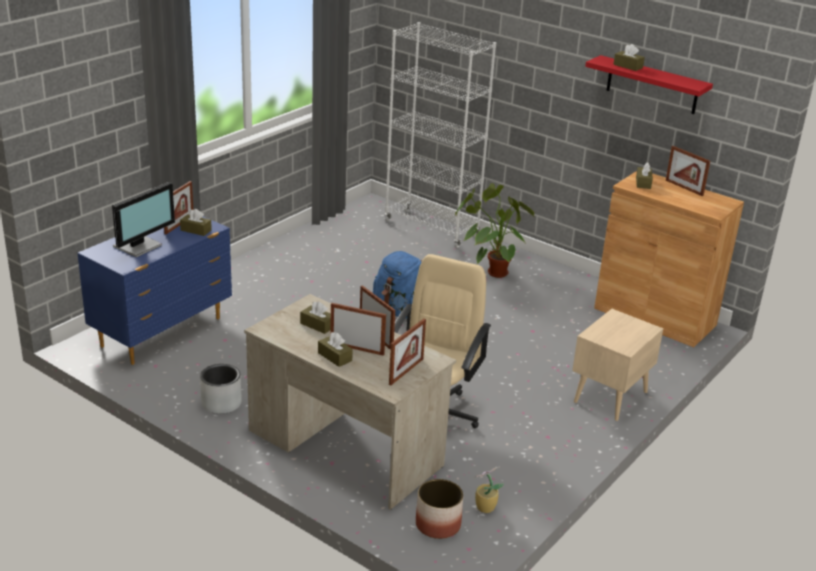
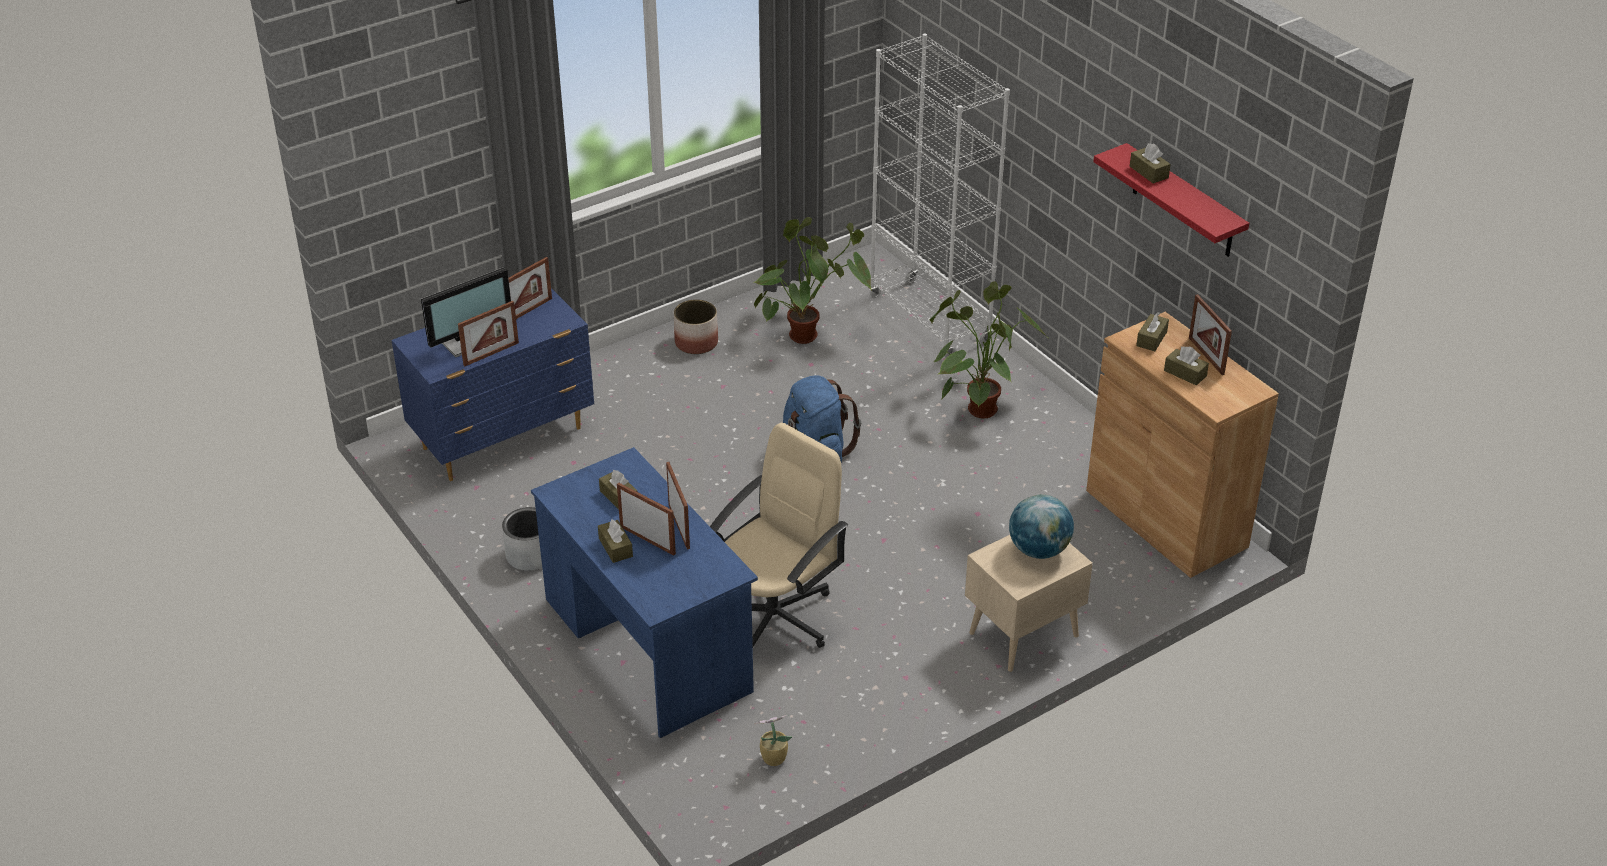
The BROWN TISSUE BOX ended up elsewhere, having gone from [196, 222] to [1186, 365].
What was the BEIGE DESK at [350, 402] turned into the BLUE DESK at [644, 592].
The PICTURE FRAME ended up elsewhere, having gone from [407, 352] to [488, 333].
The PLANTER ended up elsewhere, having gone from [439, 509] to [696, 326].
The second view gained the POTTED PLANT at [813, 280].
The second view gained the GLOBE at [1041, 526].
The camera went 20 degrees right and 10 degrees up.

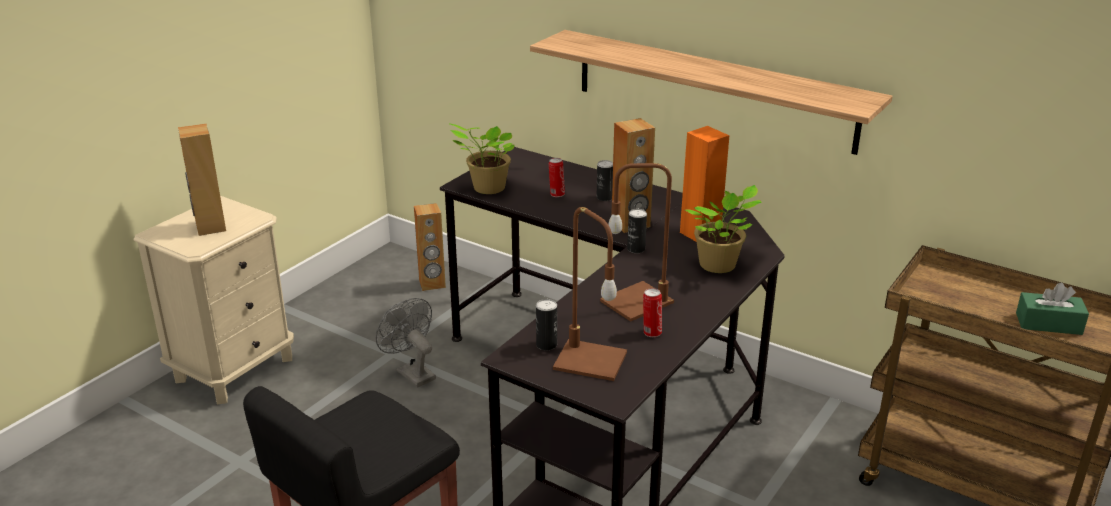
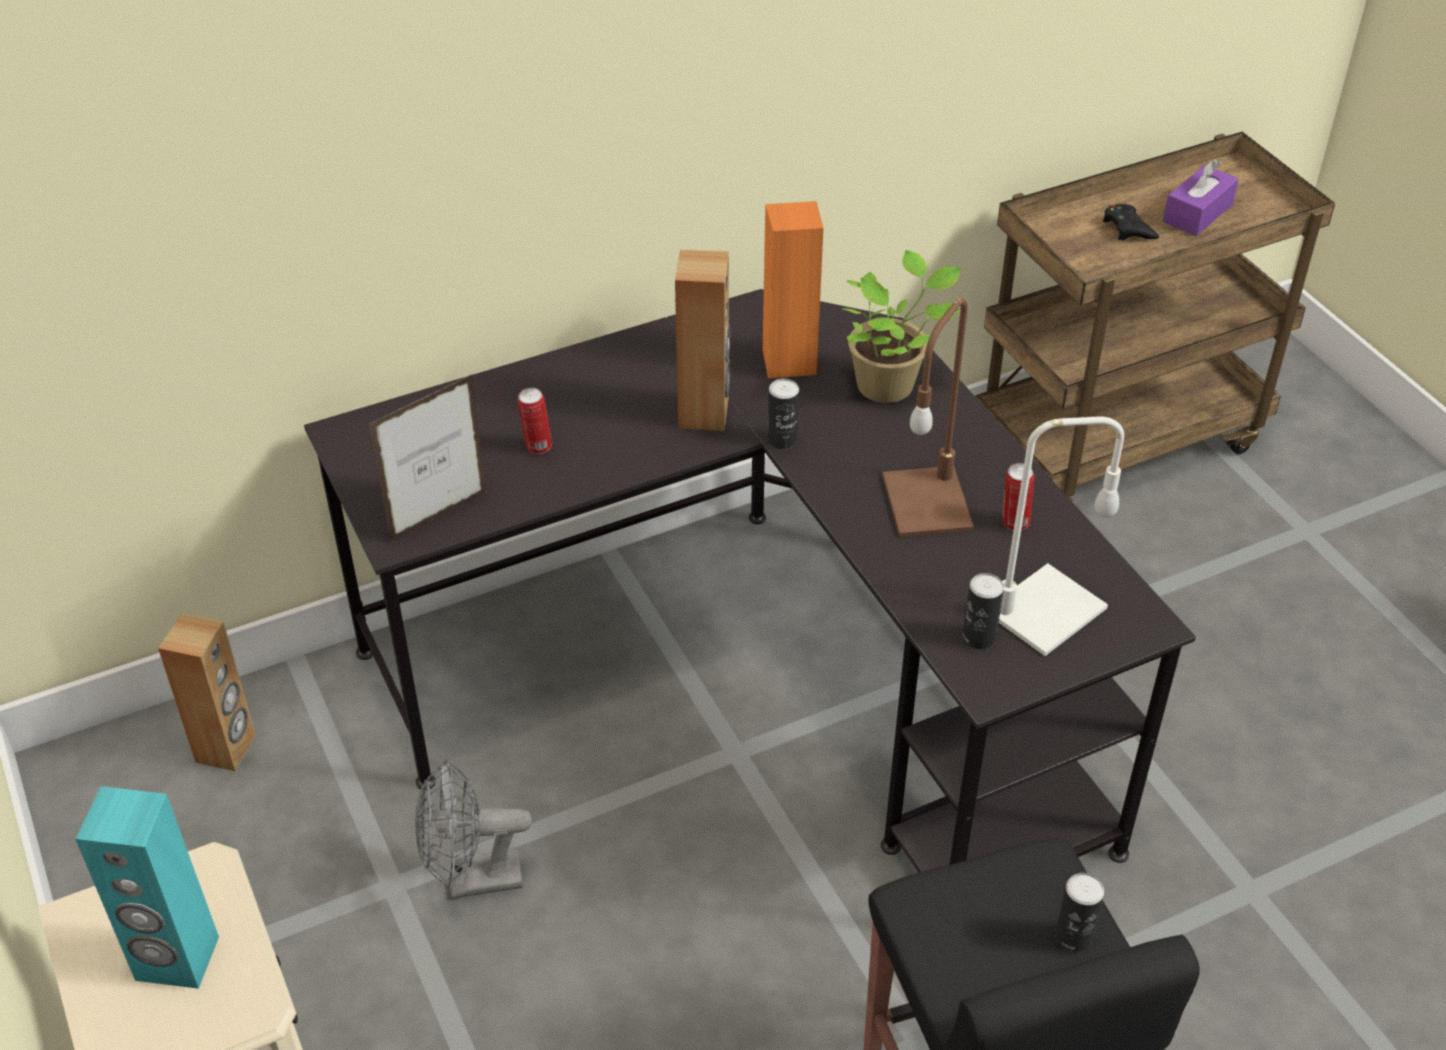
What was the BROWN SPEAKER at [202, 180] turned into the TURQUOISE SPEAKER at [147, 887].
Where the POTTED PLANT stood at [482, 158], the PICTURE FRAME came to stand at [428, 457].
The second view lost the SHELF at [711, 92].
What was the BROWN TABLE LAMP at [590, 294] turned into the WHITE TABLE LAMP at [1061, 536].
The CAN ended up elsewhere, having gone from [605, 180] to [1079, 912].
What was the GREEN TISSUE BOX at [1052, 309] turned into the PURPLE TISSUE BOX at [1201, 197].
The second view gained the BLACK GAME CONTROLLER at [1131, 222].
The camera went 60 degrees left and 15 degrees up.

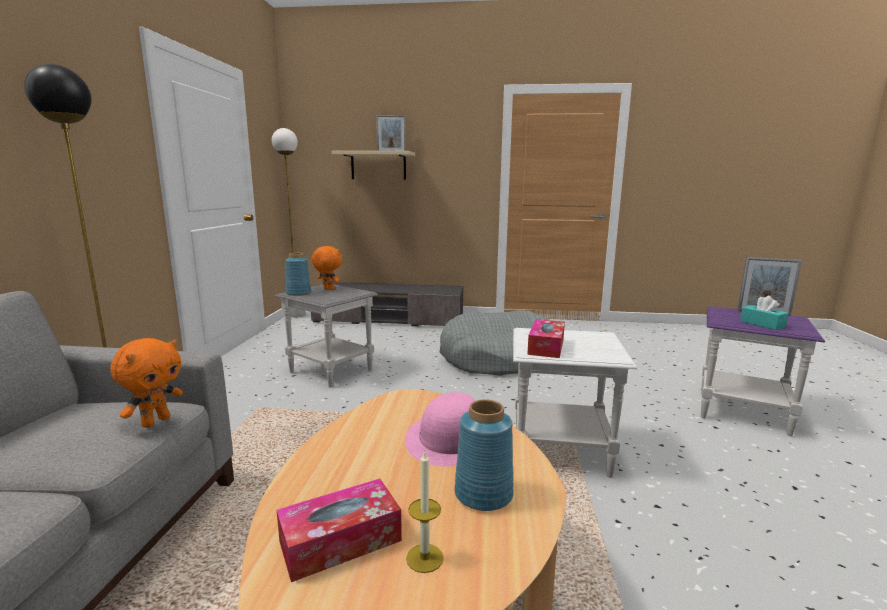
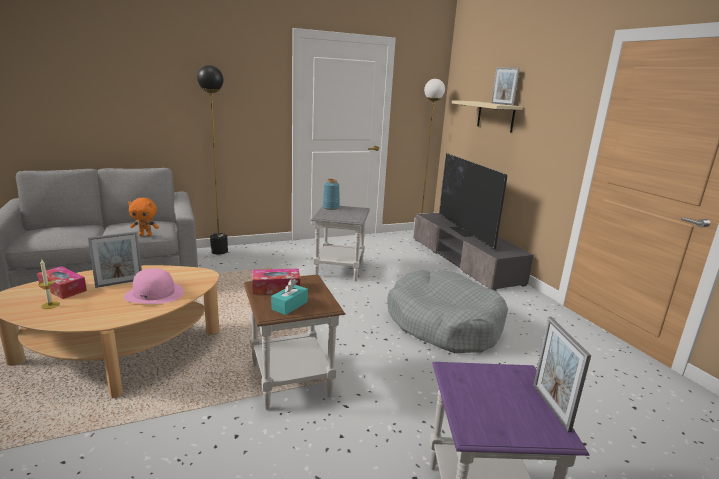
The second view lost the ORANGE PLUSH TOY at [327, 268].
The second view lost the BLUE VASE at [484, 455].
What was the WHITE SIDE TABLE at [575, 403] turned into the BROWN SIDE TABLE at [294, 342].
The TURQUOISE TISSUE BOX ended up elsewhere, having gone from [764, 313] to [289, 297].
The second view gained the PICTURE FRAME at [115, 259].
The second view gained the TELEVISION at [473, 201].
The camera went 60 degrees right and 5 degrees up.

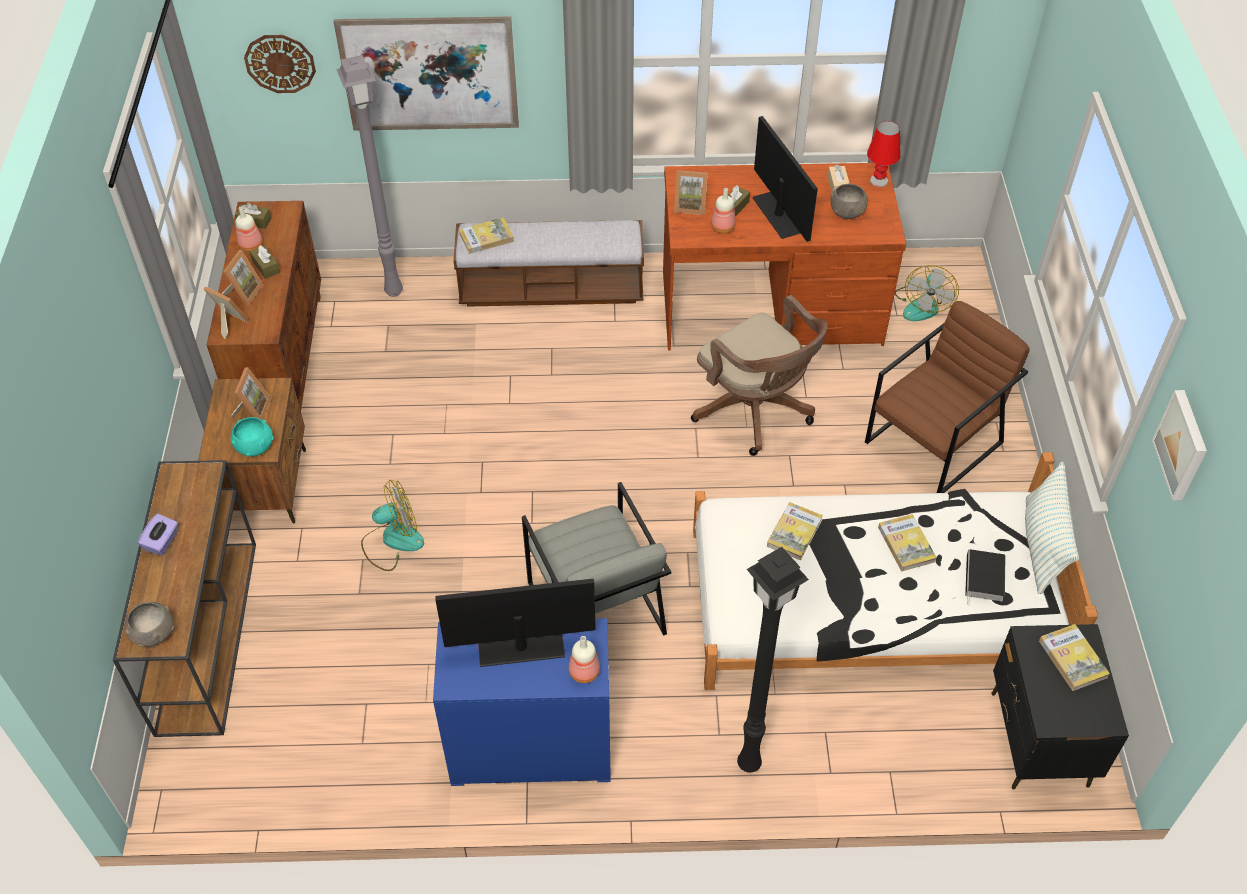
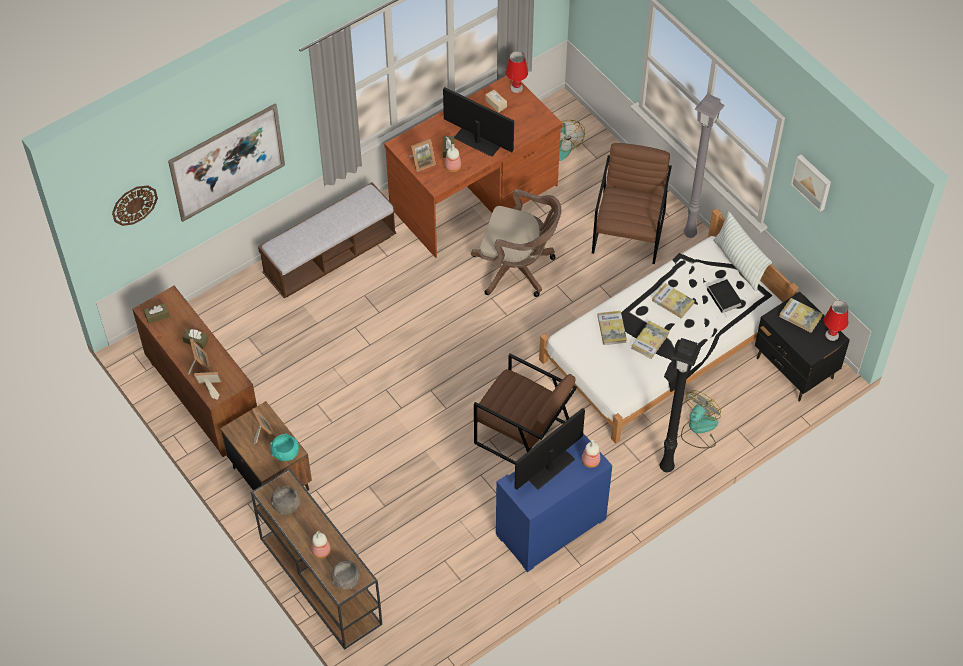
The second view lost the PURPLE TISSUE BOX at [158, 534].
The BOTTLE ended up elsewhere, having gone from [249, 229] to [321, 544].
The GREY FLOOR LAMP ended up elsewhere, having gone from [369, 176] to [704, 165].
The FAN ended up elsewhere, having gone from [392, 525] to [701, 419].
The BOOK ended up elsewhere, having gone from [486, 235] to [650, 340].
What was the GREY ARMCHAIR at [596, 559] turned into the BROWN ARMCHAIR at [525, 409].
The GREY BOWL ended up elsewhere, having gone from [849, 201] to [285, 500].
The second view gained the RED TABLE LAMP at [836, 320].
The camera went 35 degrees left and 5 degrees up.

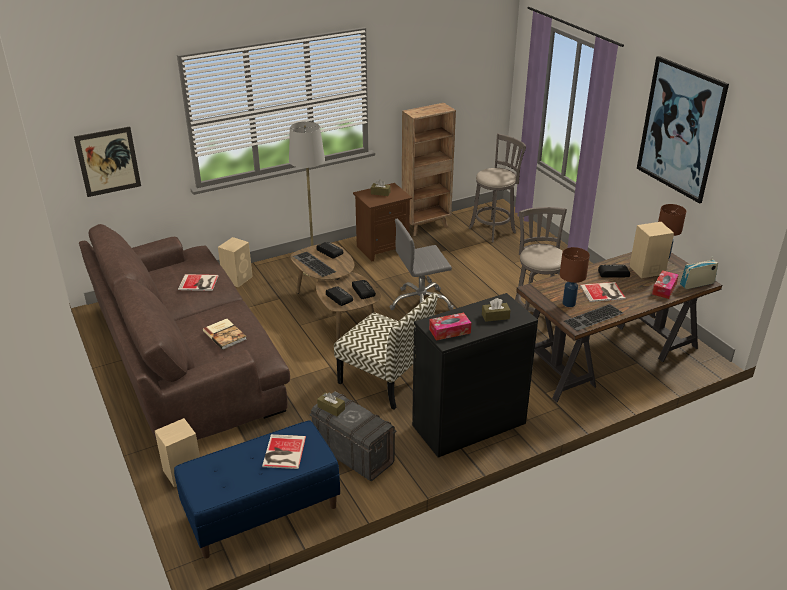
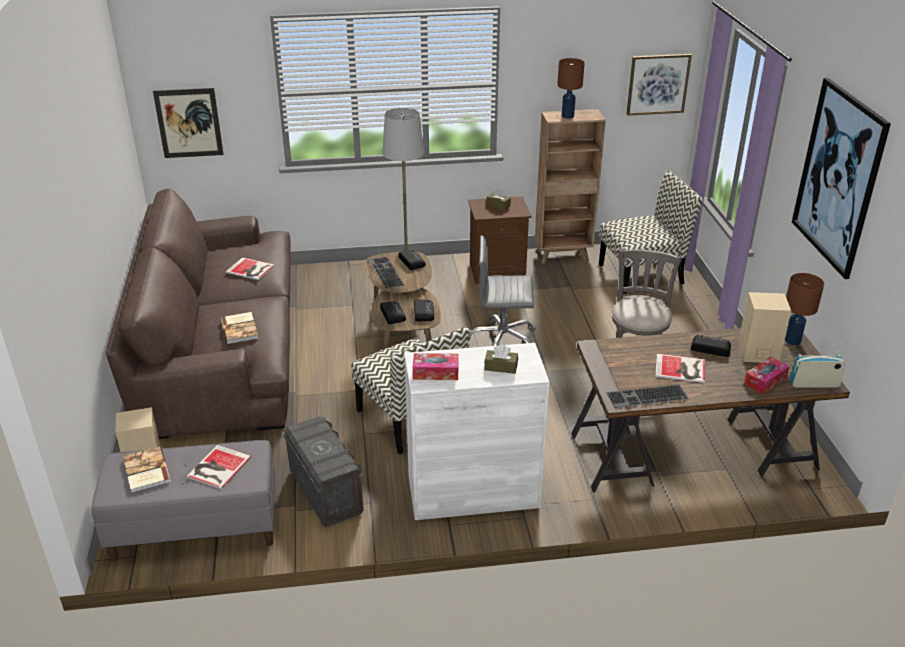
What was the BLUE BENCH at [257, 489] turned into the GREY BENCH at [183, 500].
The second view lost the BEIGE SPEAKER at [235, 262].
The second view lost the BROWN TISSUE BOX at [331, 404].
What was the BLACK CABINET at [475, 375] turned into the WHITE CABINET at [477, 431].
Where the GREY STOOL stood at [497, 187], the CHAIR came to stand at [651, 232].
The BROWN TABLE LAMP ended up elsewhere, having gone from [575, 277] to [571, 88].
The second view gained the BOOK at [147, 469].
The second view gained the PICTURE at [659, 85].
The camera went 20 degrees right and 0 degrees up.

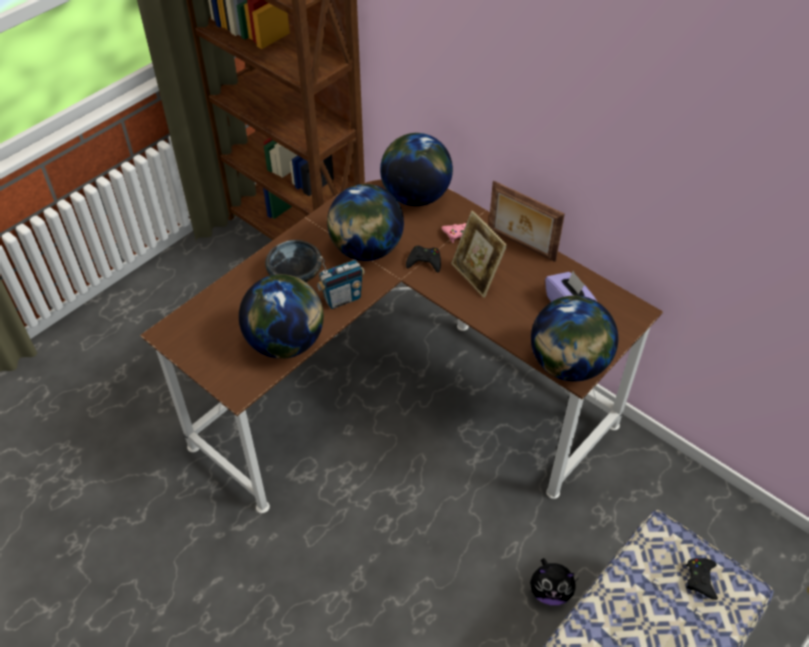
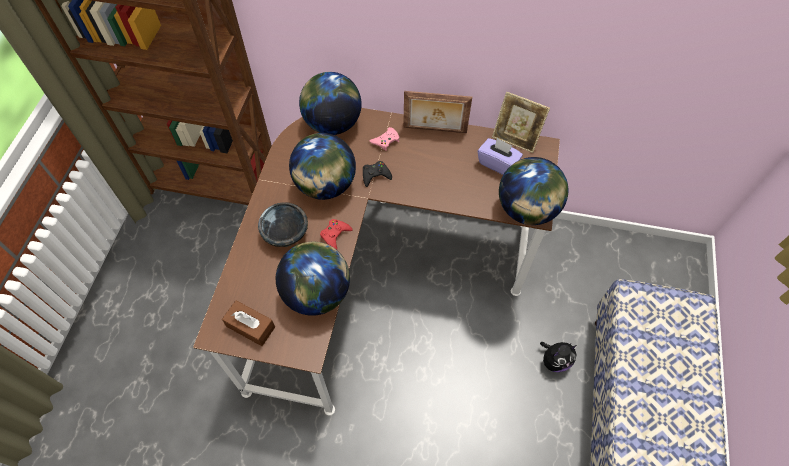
Where the RADIO stood at [341, 282], the RED GAME CONTROLLER came to stand at [336, 234].
The PICTURE FRAME ended up elsewhere, having gone from [479, 254] to [521, 122].
The second view lost the BLACK GAME CONTROLLER at [702, 579].
The second view gained the BROWN TISSUE BOX at [248, 323].
The camera went 30 degrees left and 10 degrees up.

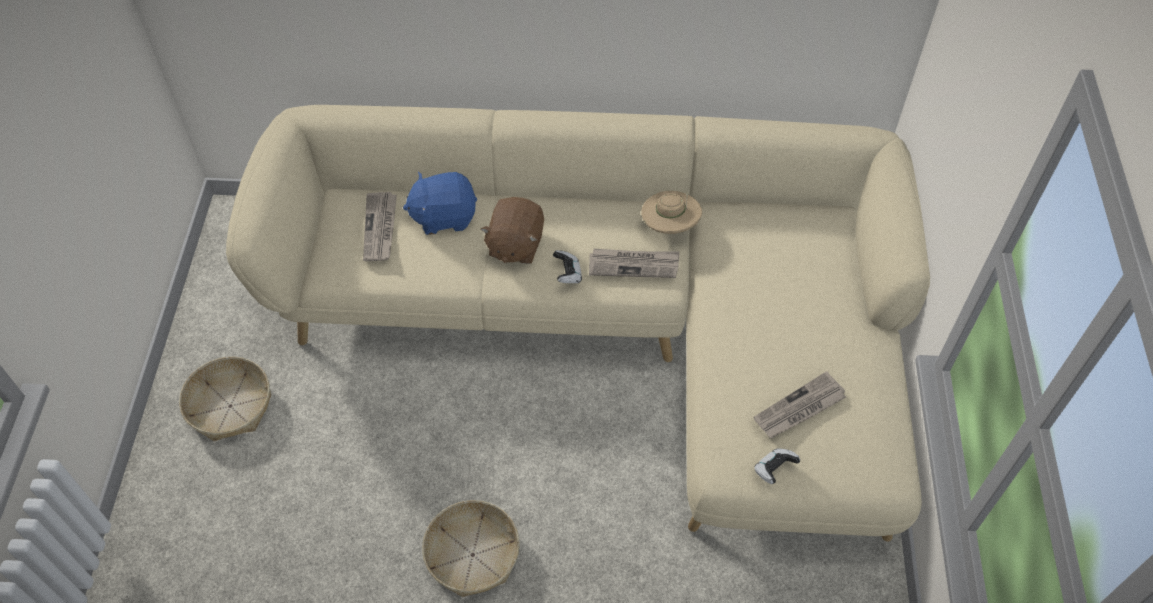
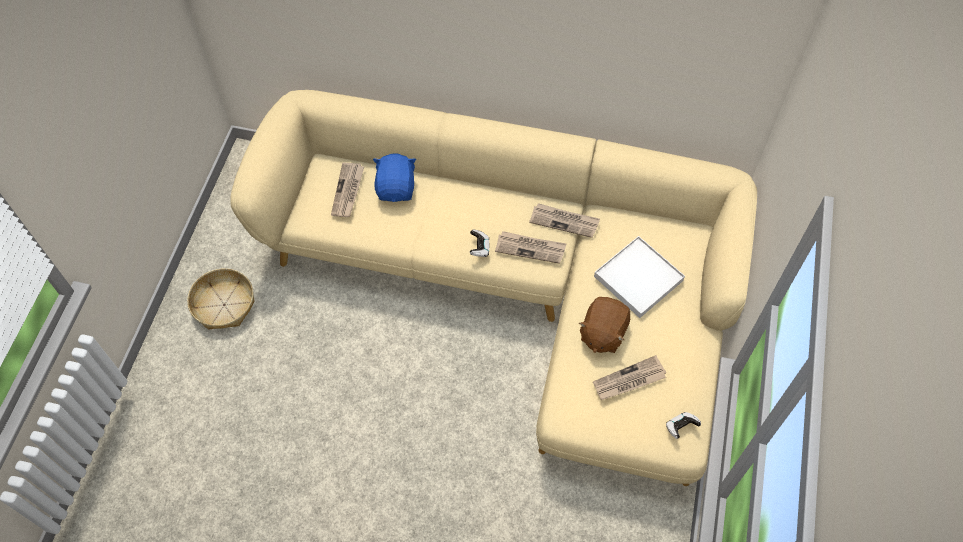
The BLUE PLUSH TOY at [440, 203] ended up facing another way, 90 degrees clockwise from before.
The second view lost the BASKET at [471, 548].
The BROWN PLUSH TOY ended up elsewhere, having gone from [512, 230] to [604, 325].
Where the BEIGE HAT stood at [671, 212], the NEWSPAPER came to stand at [564, 220].
The GAME CONTROLLER ended up elsewhere, having gone from [777, 466] to [683, 425].
The second view gained the WHITE TRAY at [639, 277].
The camera went 10 degrees right and 5 degrees up.

